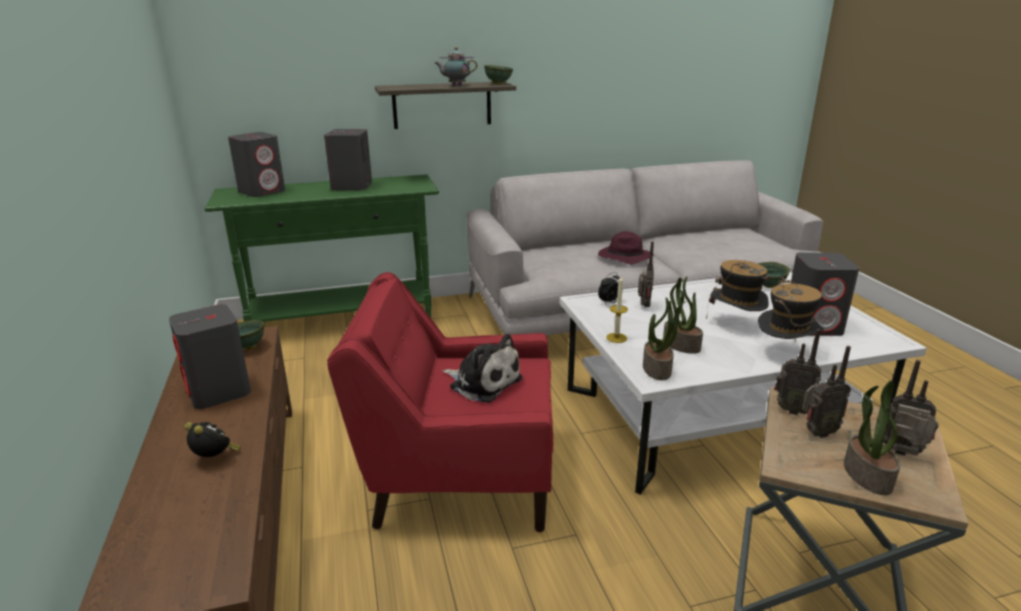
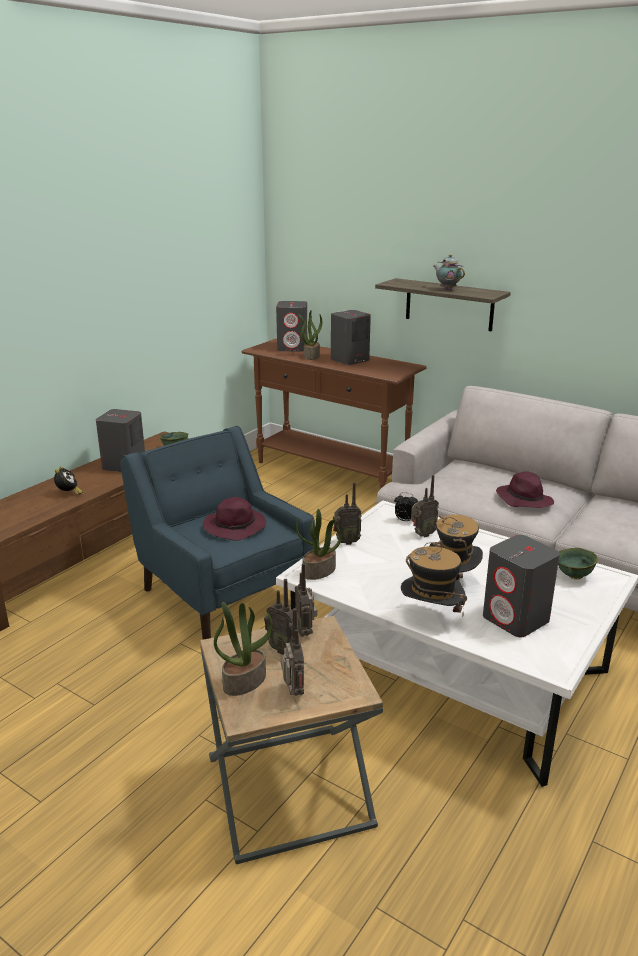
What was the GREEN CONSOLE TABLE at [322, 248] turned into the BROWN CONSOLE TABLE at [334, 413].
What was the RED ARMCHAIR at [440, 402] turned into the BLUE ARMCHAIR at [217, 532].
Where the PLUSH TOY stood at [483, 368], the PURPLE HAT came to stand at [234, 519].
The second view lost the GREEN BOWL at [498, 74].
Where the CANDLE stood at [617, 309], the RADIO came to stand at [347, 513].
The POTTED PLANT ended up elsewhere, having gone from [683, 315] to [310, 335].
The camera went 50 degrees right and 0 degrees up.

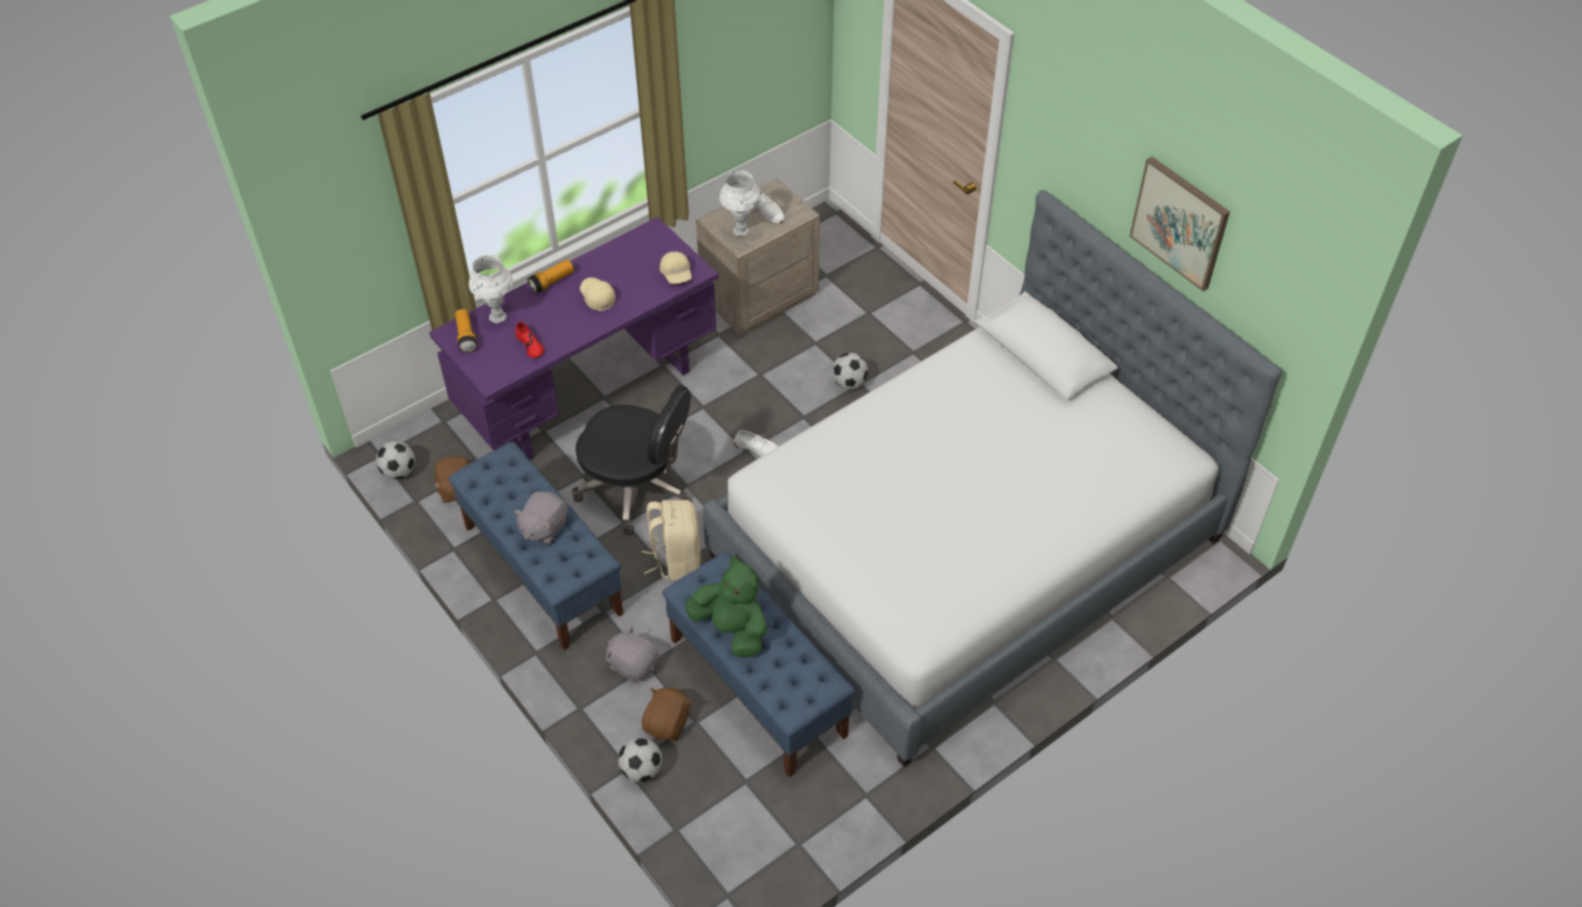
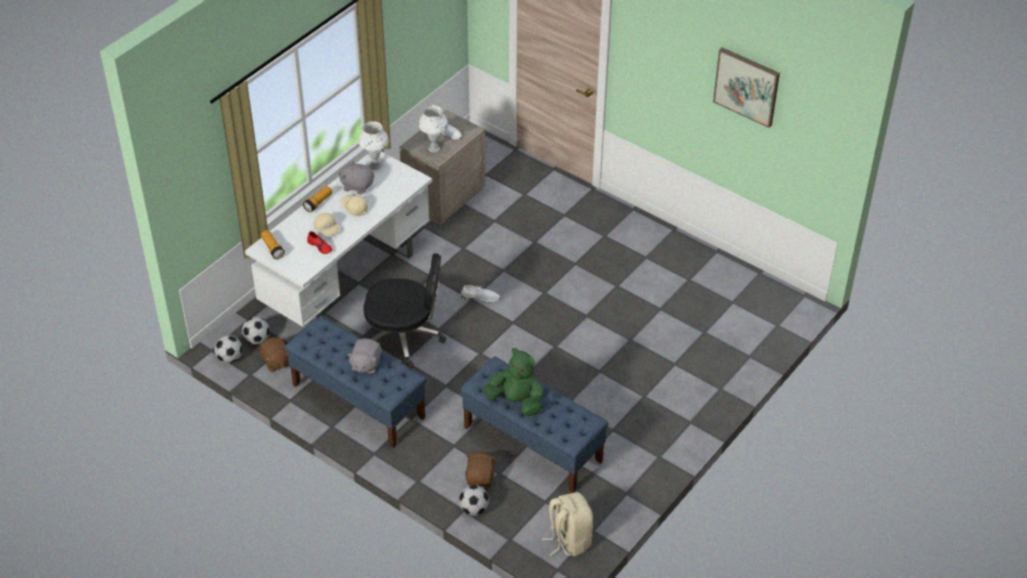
What was the PURPLE DESK at [573, 339] turned into the WHITE DESK at [338, 239].
The WHITE TABLE LAMP ended up elsewhere, having gone from [491, 289] to [374, 145].
The GREY PLUSH TOY ended up elsewhere, having gone from [632, 654] to [356, 177].
The BEIGE BACKPACK ended up elsewhere, having gone from [671, 540] to [567, 524].
The BEIGE CAP ended up elsewhere, having gone from [676, 268] to [327, 224].
The second view lost the BED at [992, 478].
The FOOTBALL ended up elsewhere, having gone from [850, 371] to [255, 330].
The camera went 15 degrees left and 5 degrees down.

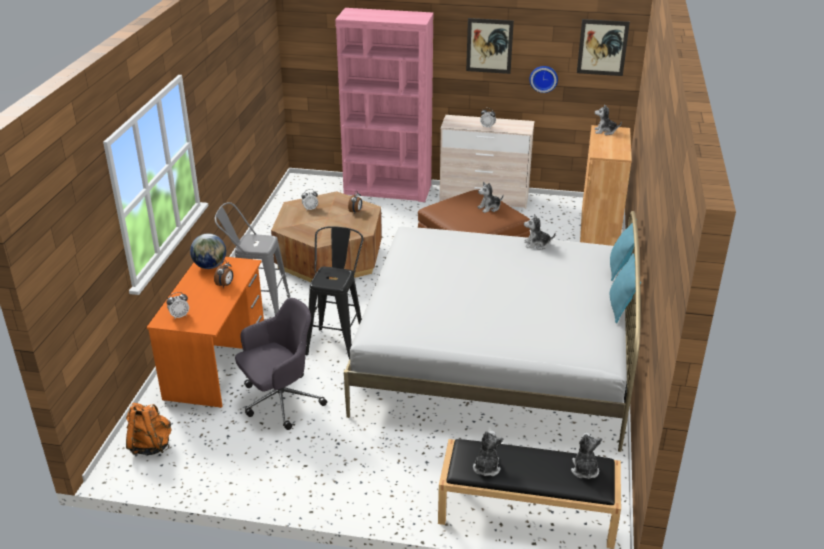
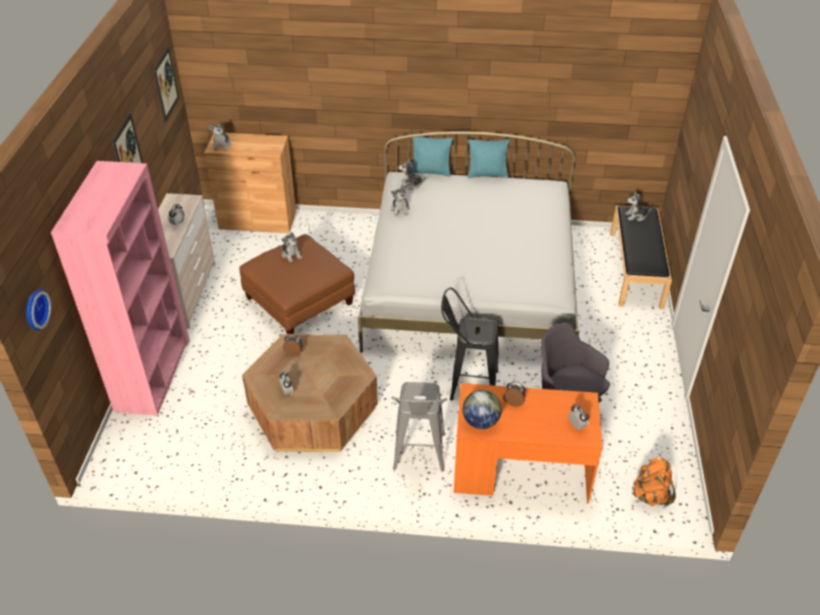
The PLUSH TOY ended up elsewhere, having gone from [488, 453] to [412, 174].
The WALL CLOCK ended up elsewhere, having gone from [543, 79] to [38, 310].
The camera went 95 degrees left and 10 degrees up.

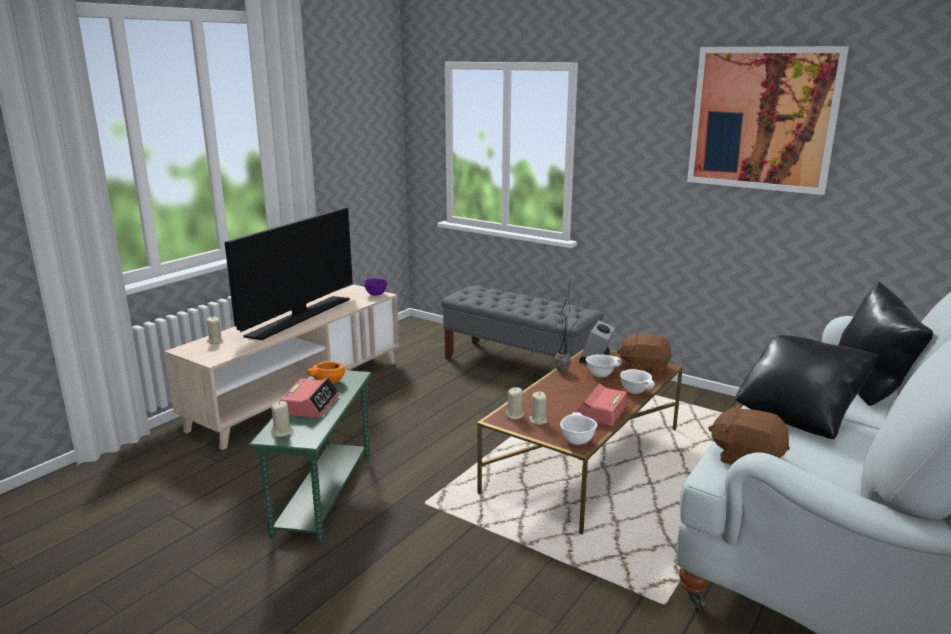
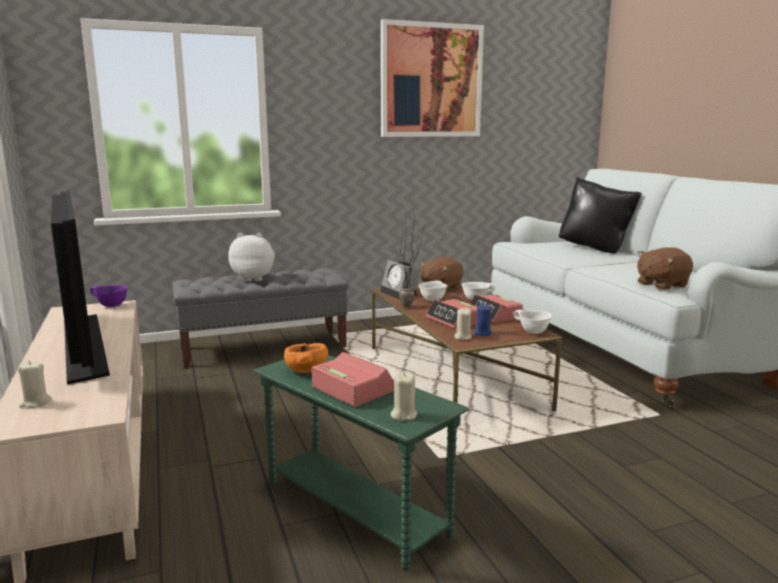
What was the BEIGE CANDLE at [538, 408] turned into the BLUE CANDLE at [483, 320].
The second view lost the BLACK PILLOW at [807, 387].
The second view gained the PLUSH TOY at [251, 257].
The second view gained the ALARM CLOCK at [452, 314].
The camera went 55 degrees left and 5 degrees down.

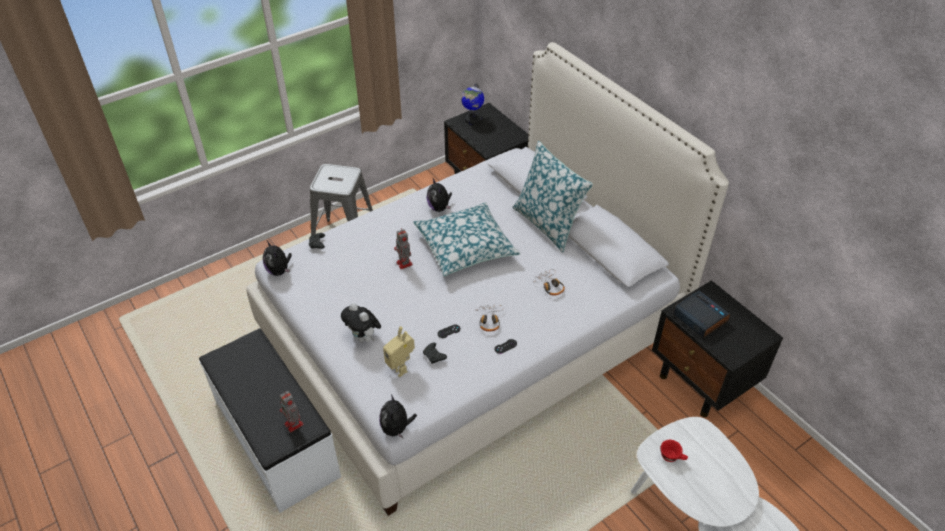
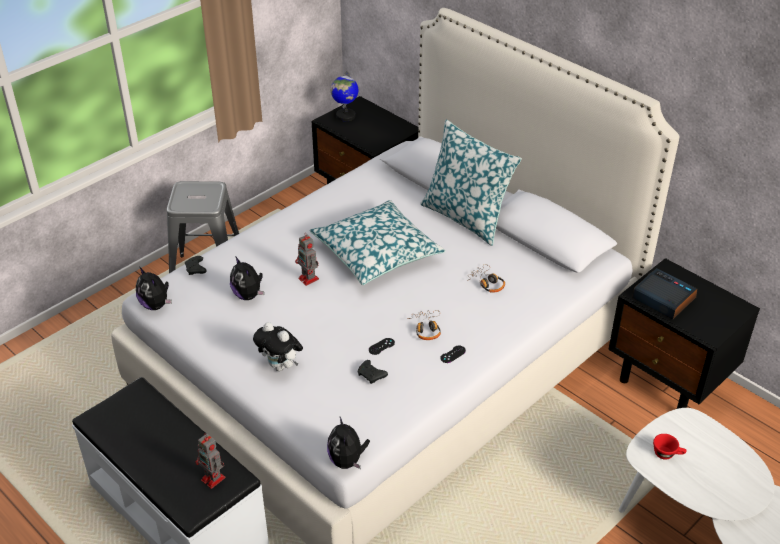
The second view lost the TOY ROBOT at [399, 351].
The PLUSH TOY ended up elsewhere, having gone from [439, 194] to [247, 278].
The camera went 10 degrees left and 5 degrees down.

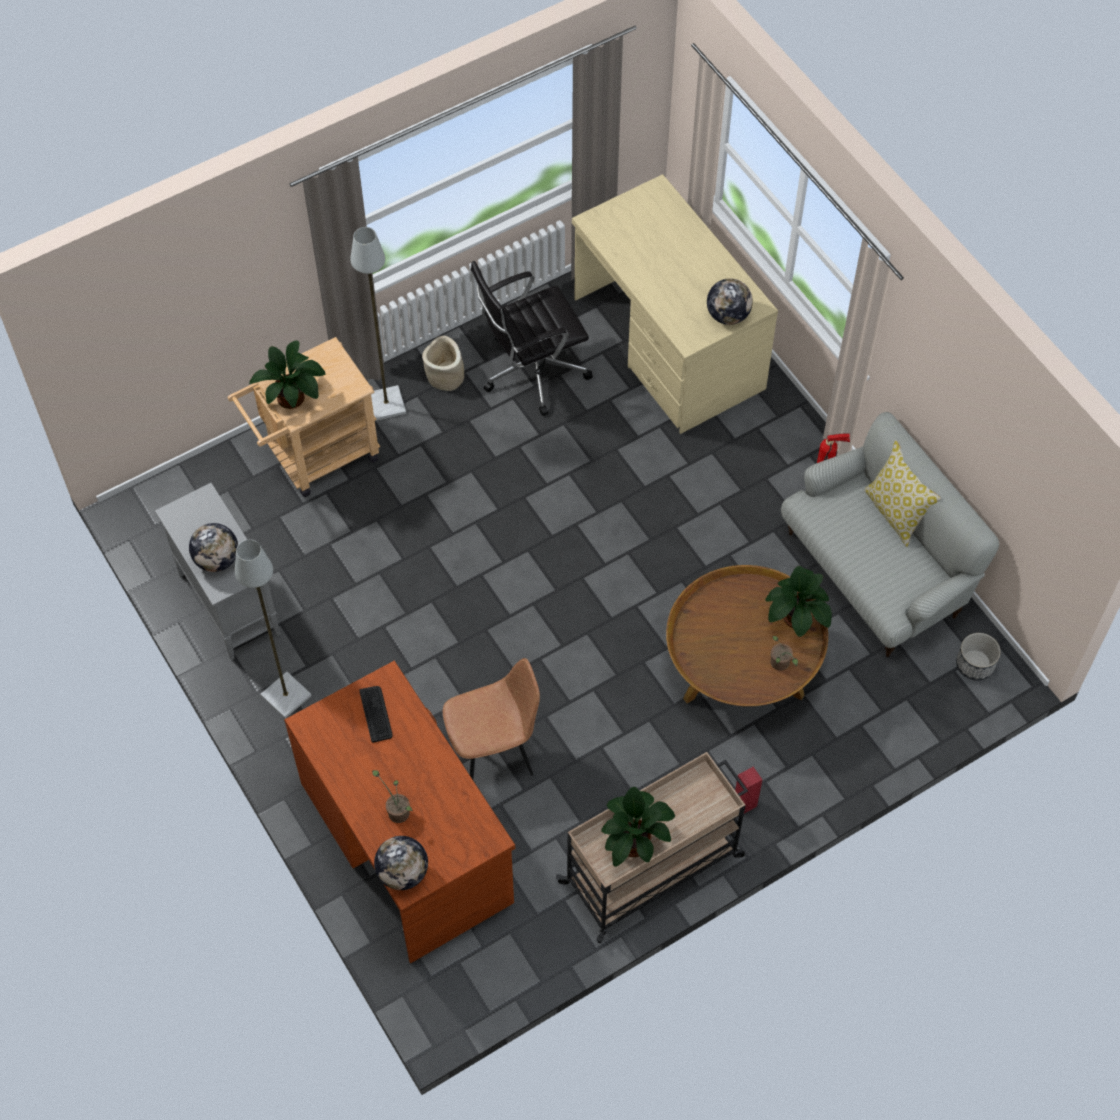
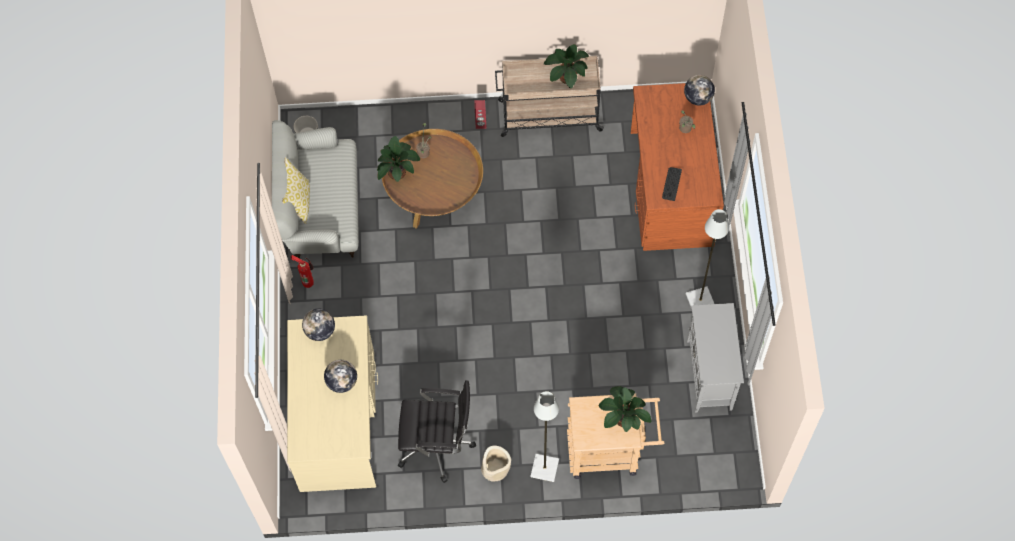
The GLOBE ended up elsewhere, having gone from [213, 547] to [340, 376].
The second view lost the BROWN CHAIR at [491, 718].
The camera went 150 degrees left and 5 degrees up.

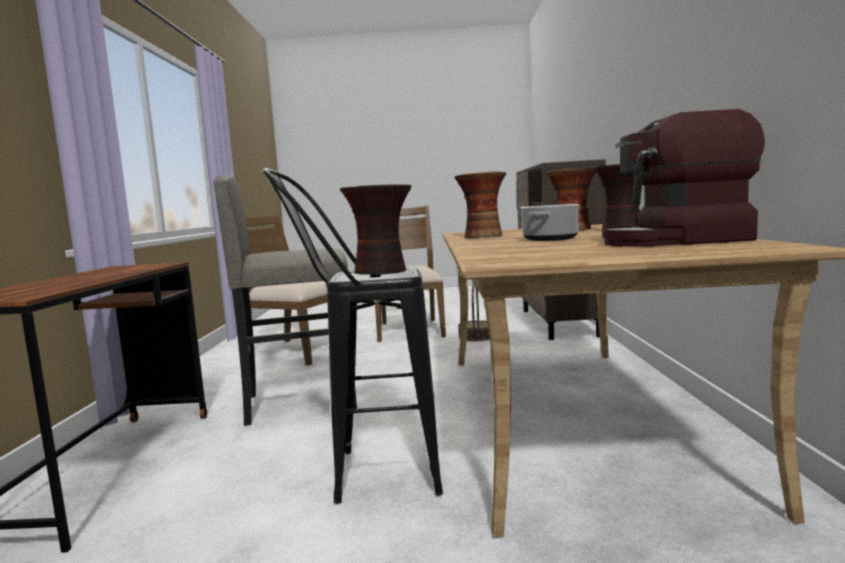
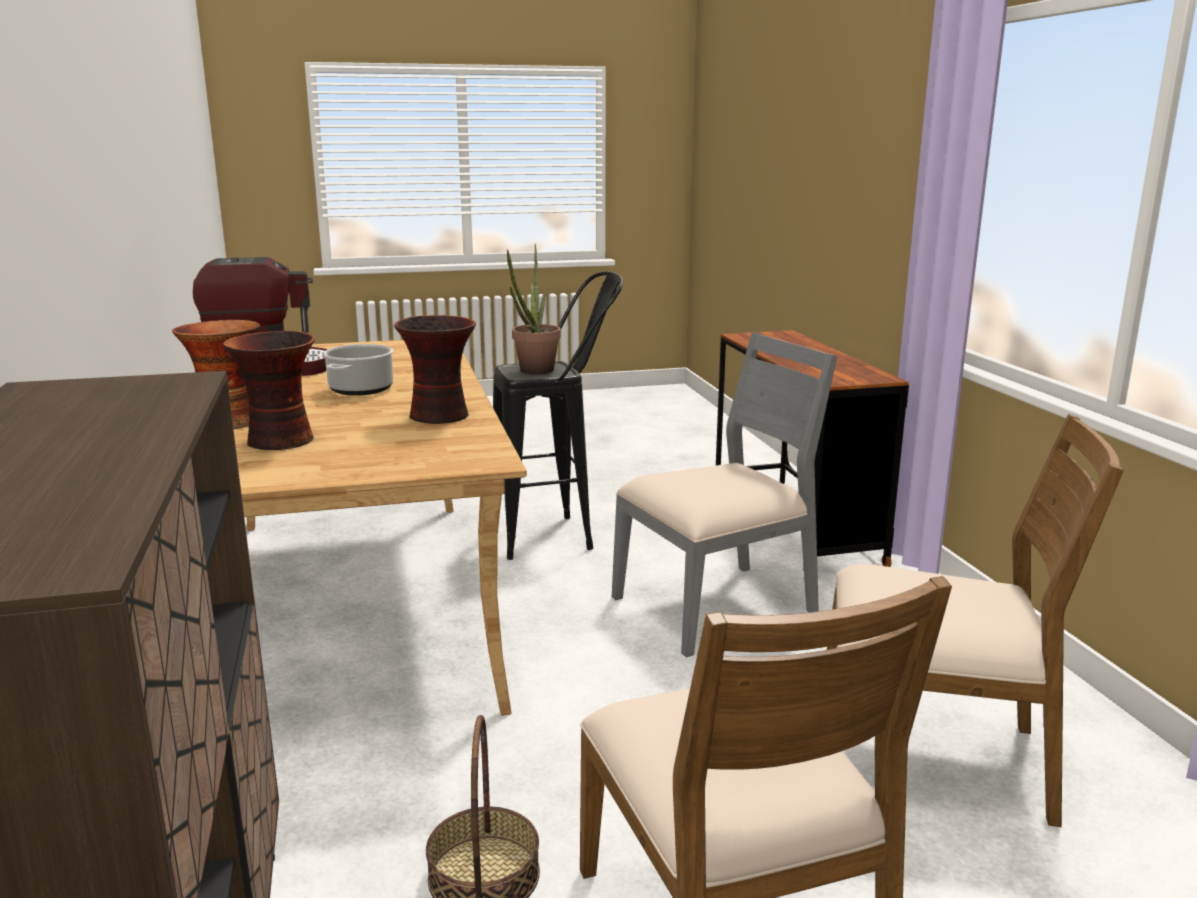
Where the GREY STOOL stood at [285, 300], the GREY CHAIR came to stand at [724, 495].
Where the VASE stood at [376, 229], the POTTED PLANT came to stand at [534, 309].
The camera went 165 degrees right and 10 degrees up.

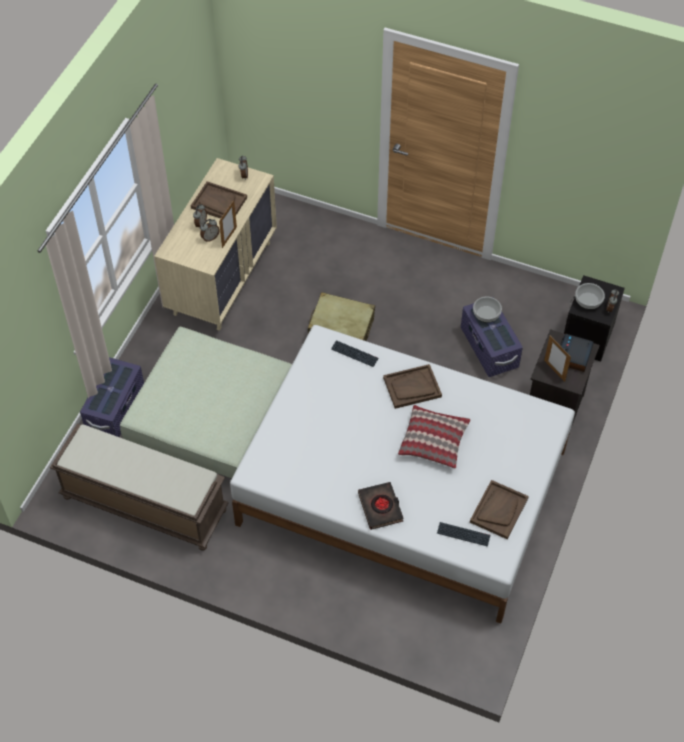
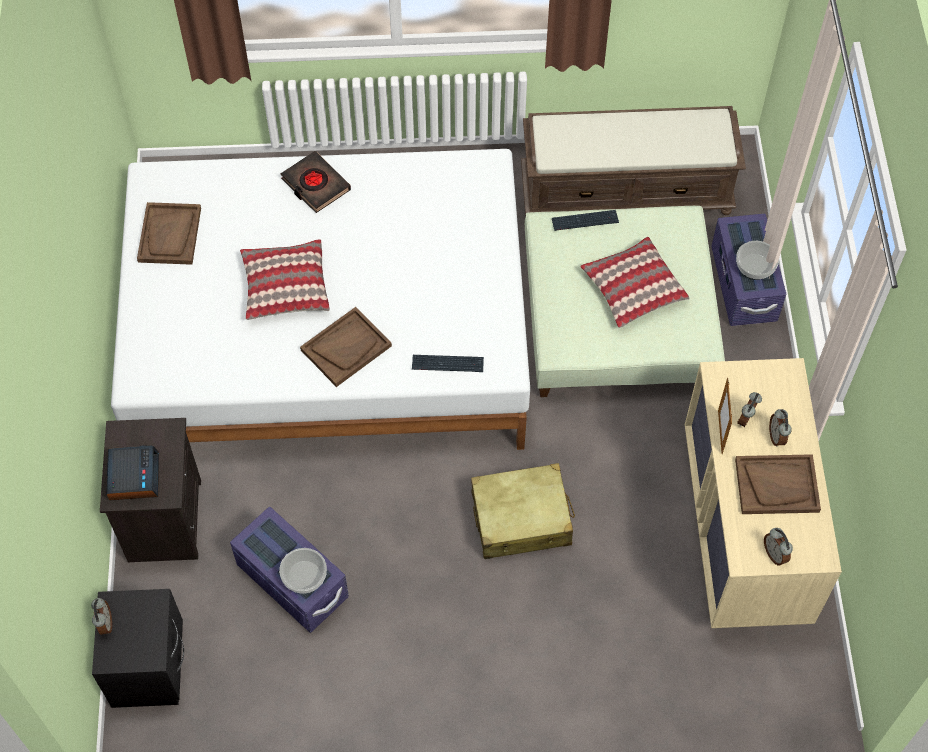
The KEYBOARD ended up elsewhere, having gone from [463, 534] to [585, 220].
The second view lost the PICTURE FRAME at [557, 359].
The BOWL ended up elsewhere, having gone from [590, 296] to [757, 260].
The second view gained the PILLOW at [635, 282].
The camera went 155 degrees right and 5 degrees up.

